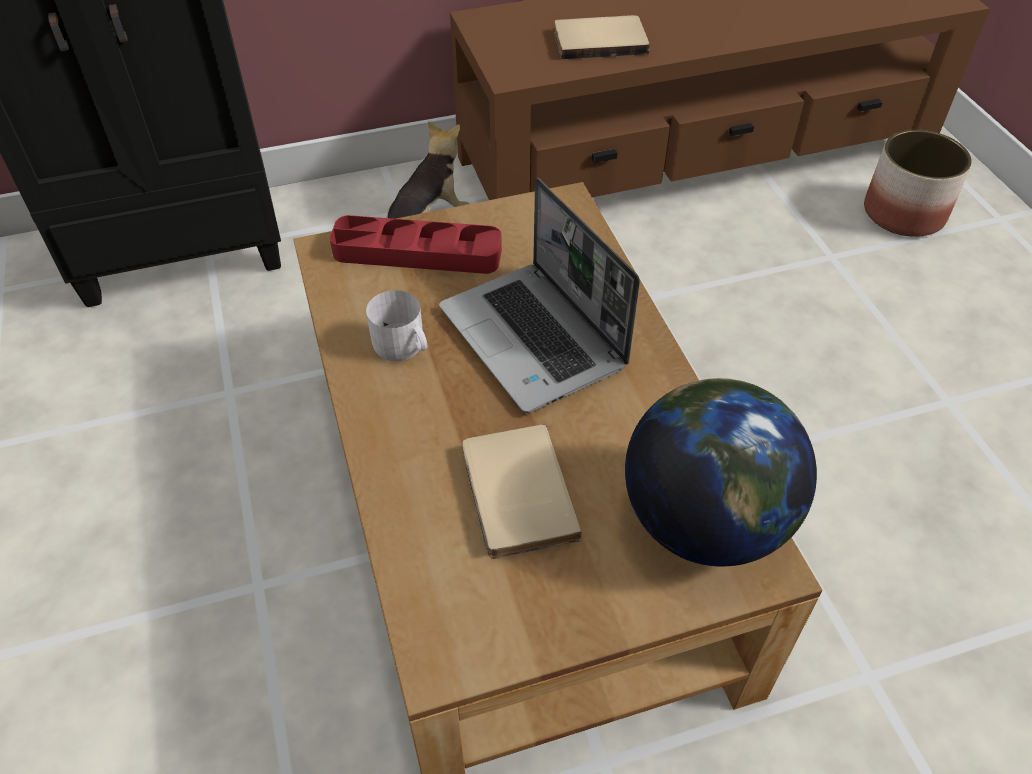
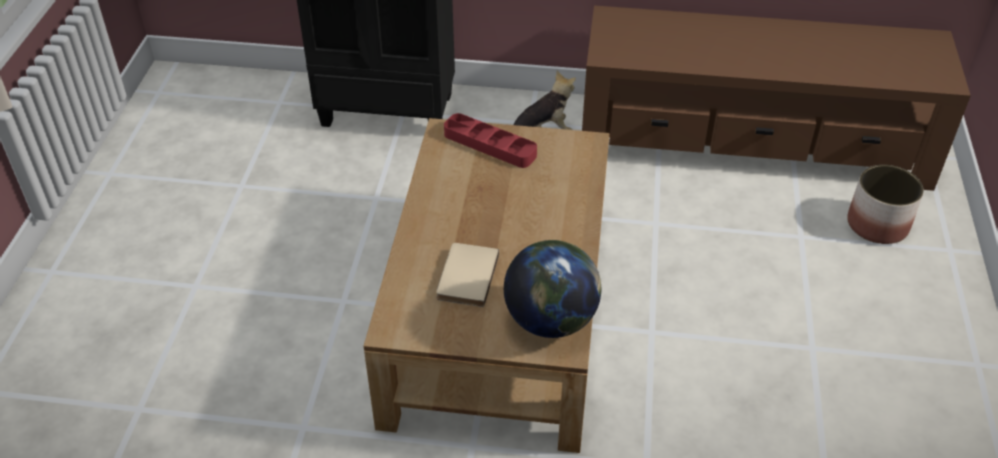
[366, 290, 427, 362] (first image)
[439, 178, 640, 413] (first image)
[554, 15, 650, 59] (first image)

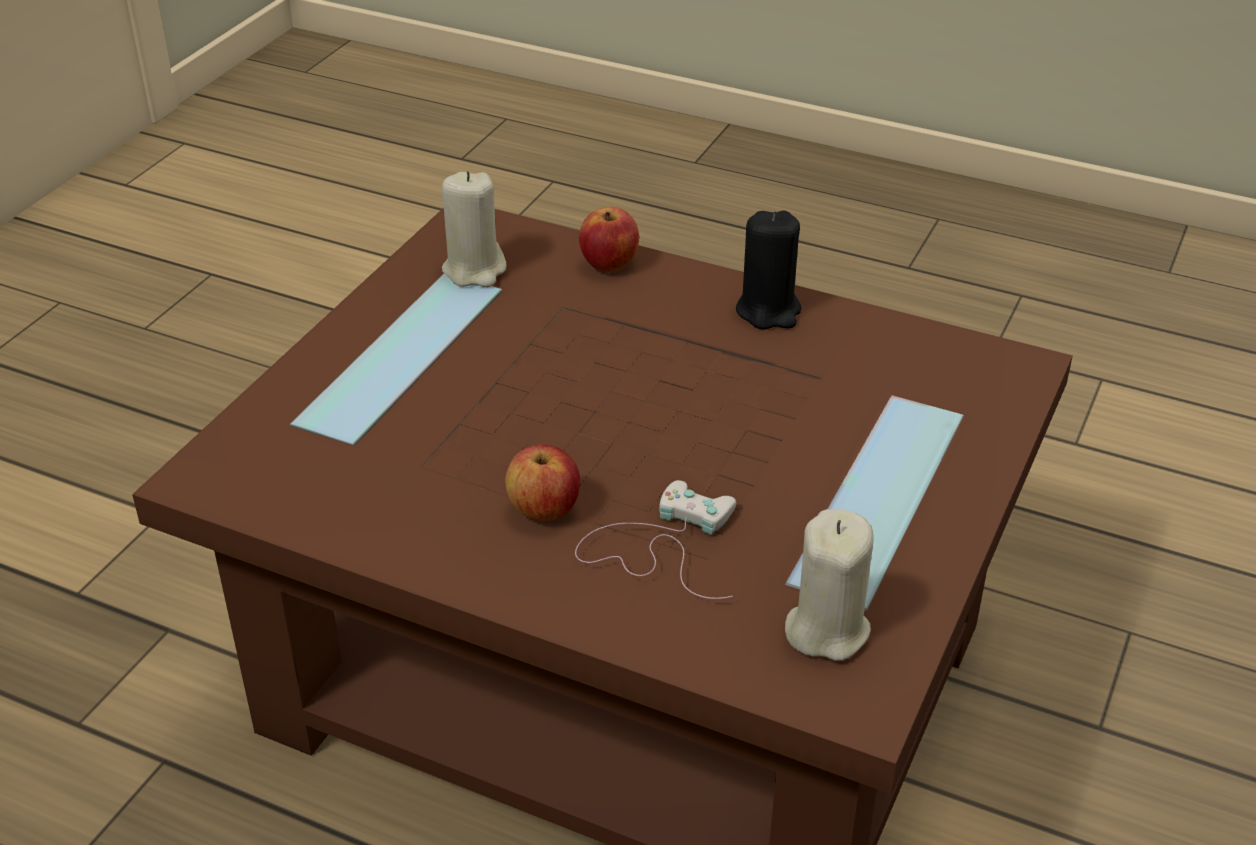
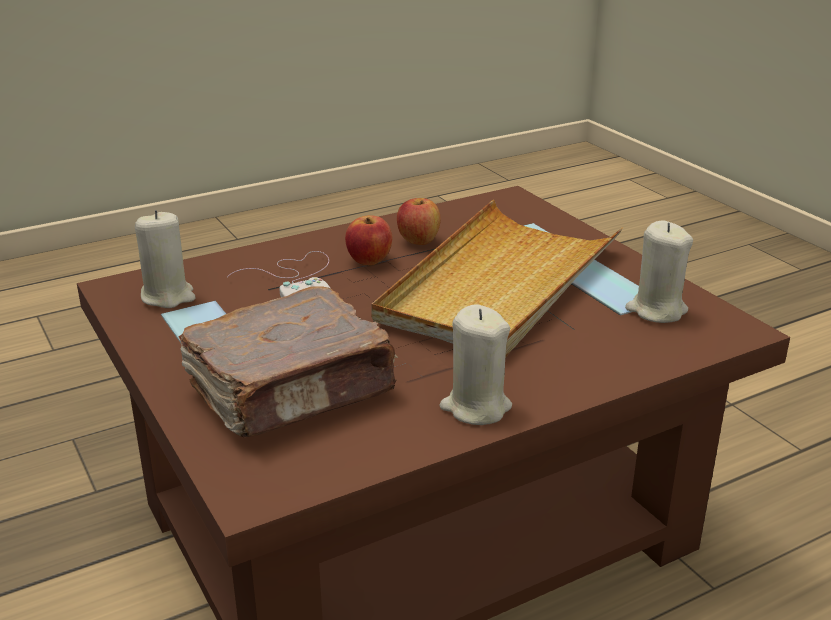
[178, 286, 398, 437]
[371, 200, 623, 357]
[397, 198, 441, 245]
[439, 304, 512, 425]

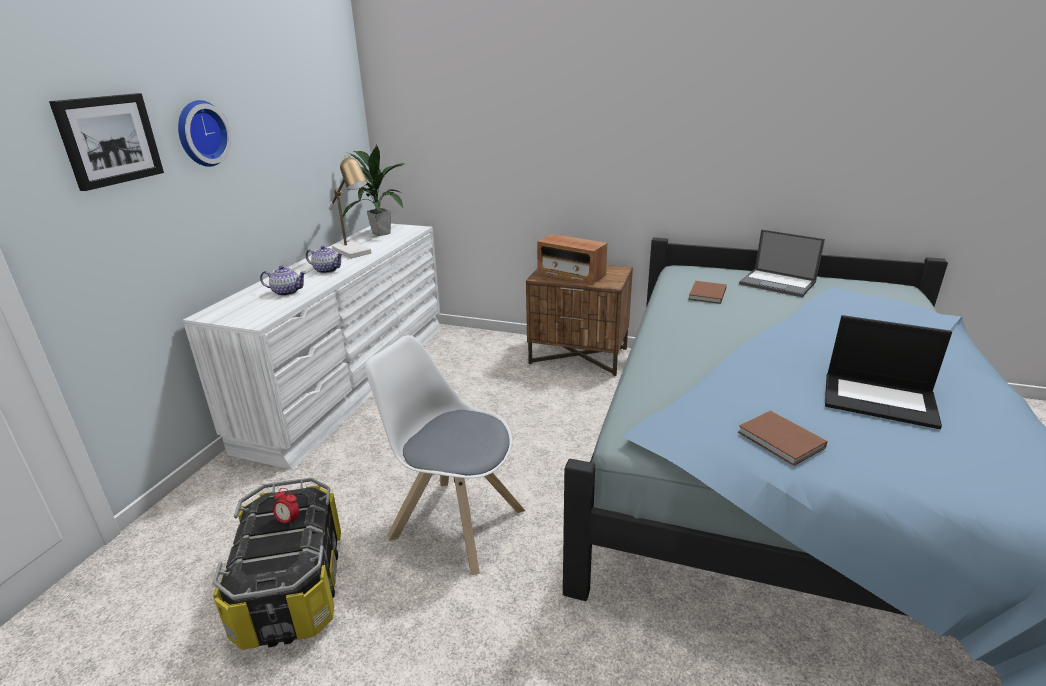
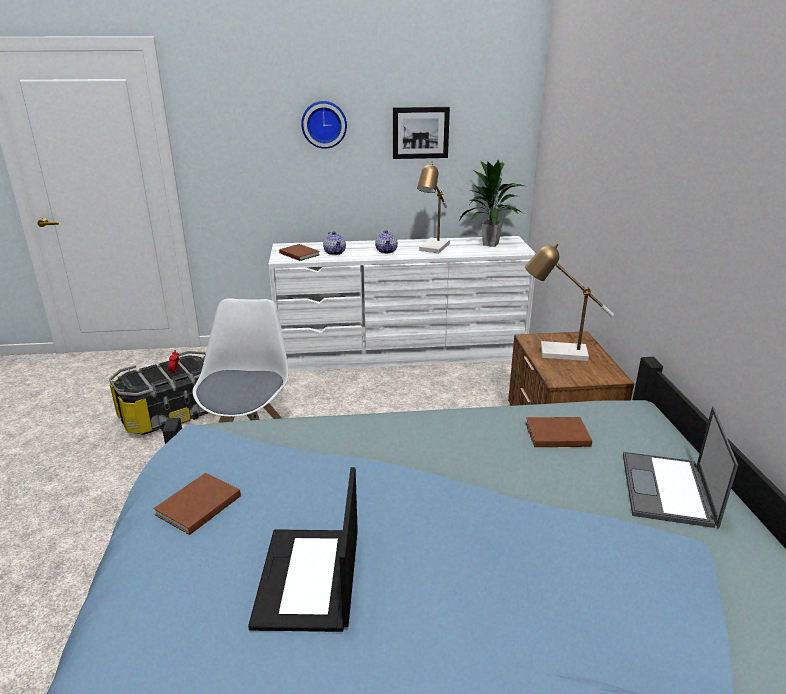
[279, 244, 320, 261]
[393, 107, 450, 159]
[525, 244, 614, 361]

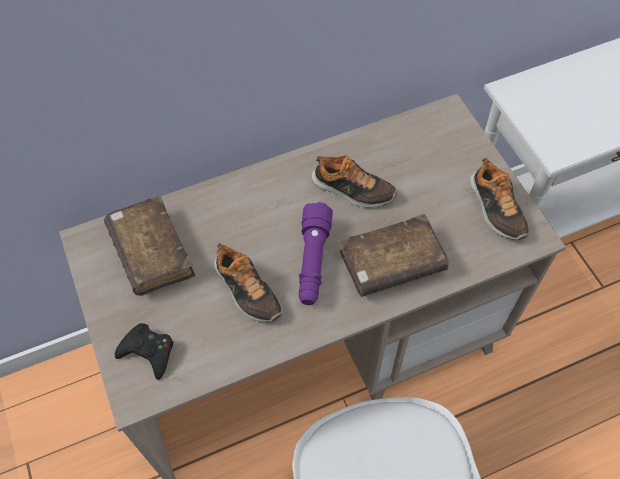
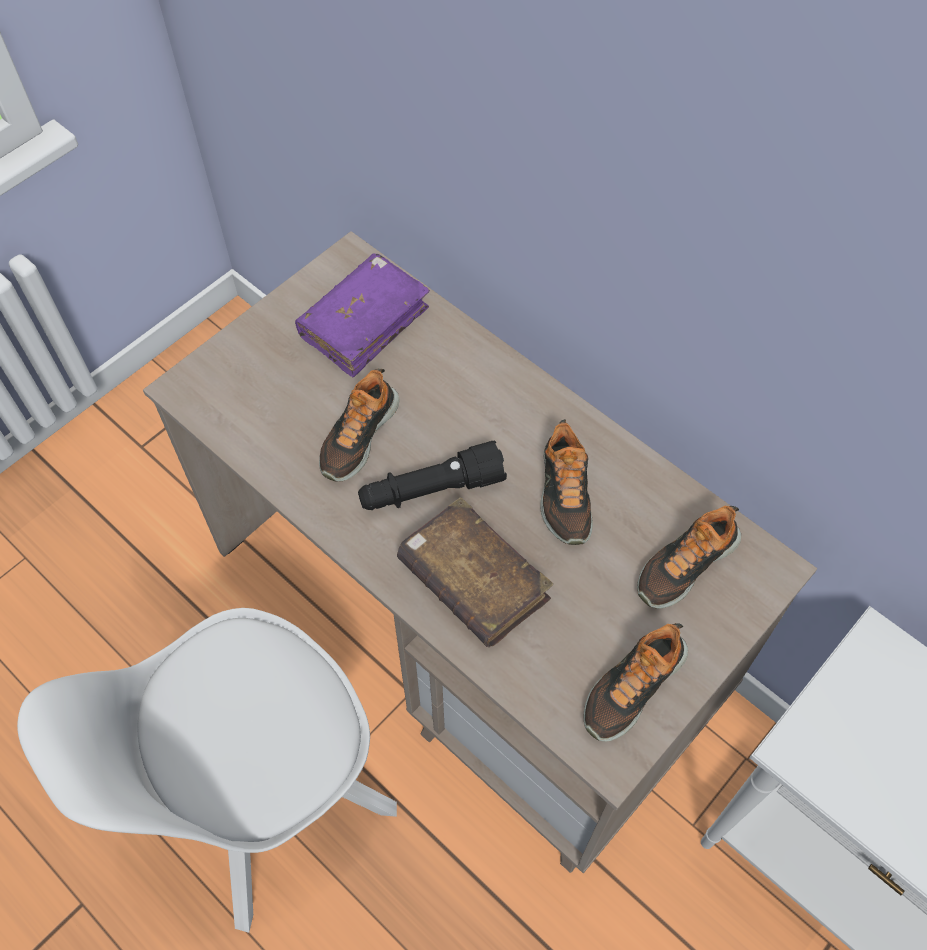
[115, 323, 174, 380] (first image)
[637, 506, 741, 609]
[295, 254, 430, 378]
[358, 441, 507, 510]

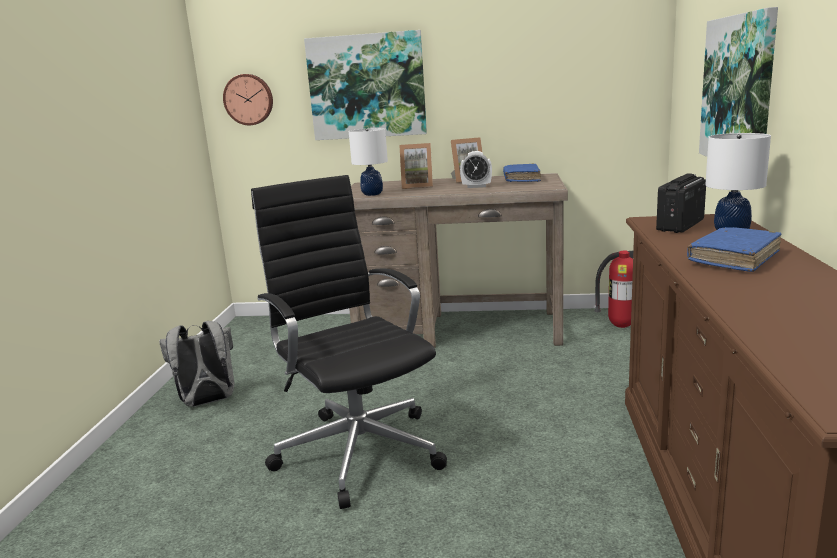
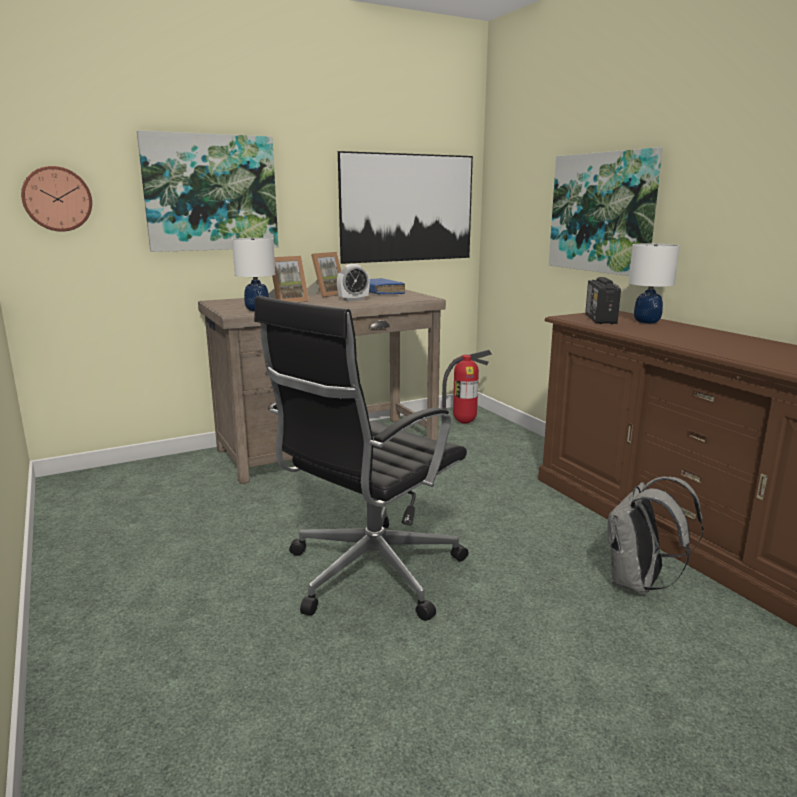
[687, 227, 782, 272] (first image)
[338, 151, 473, 264]
[607, 476, 704, 595]
[254, 296, 468, 621]

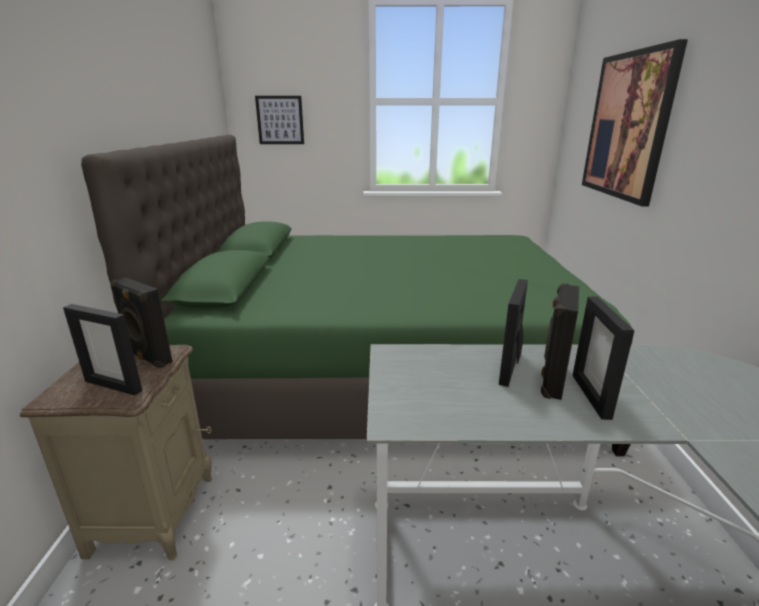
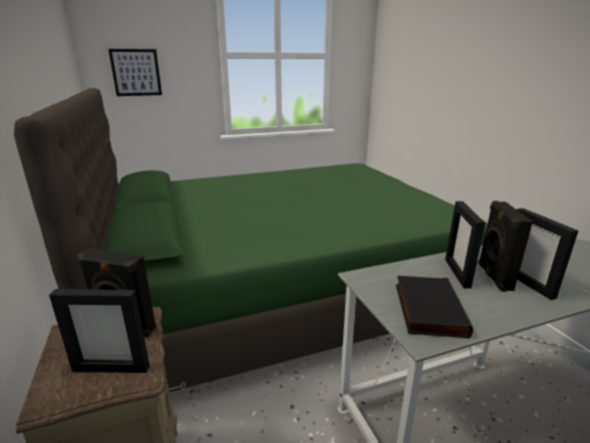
[582, 39, 688, 206] (first image)
[396, 276, 473, 338]

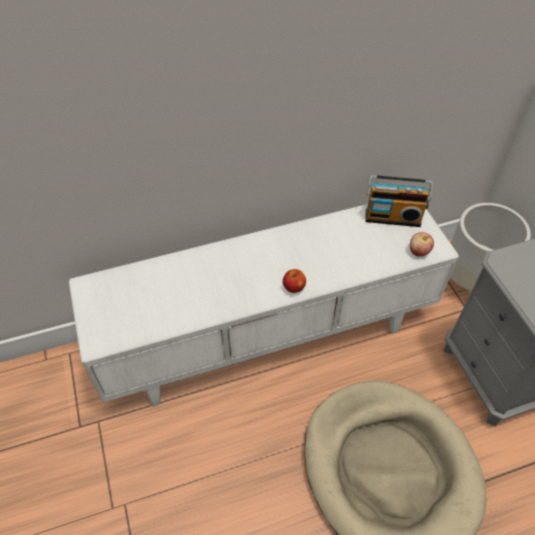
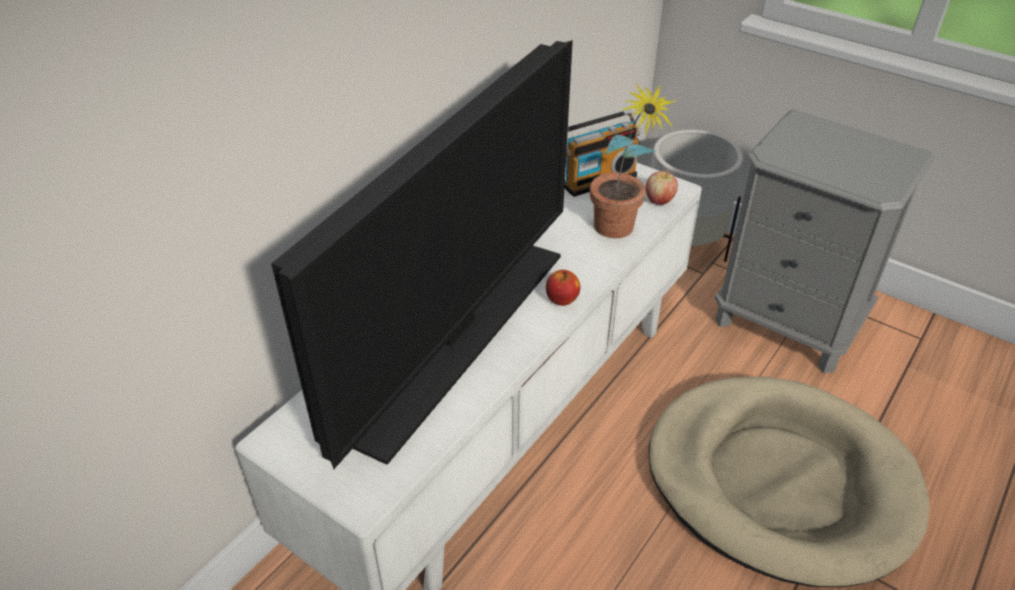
[271, 40, 573, 469]
[590, 82, 676, 238]

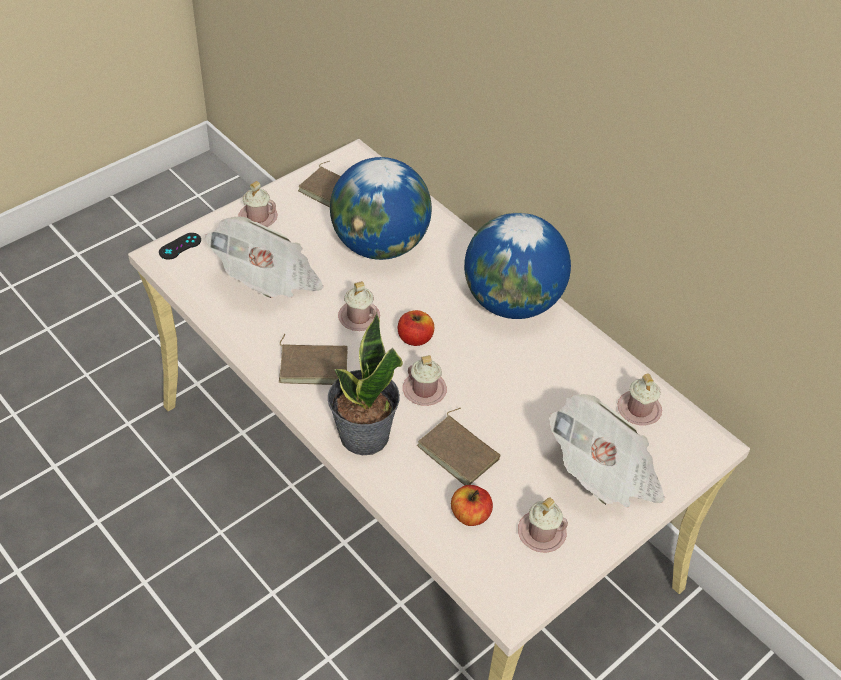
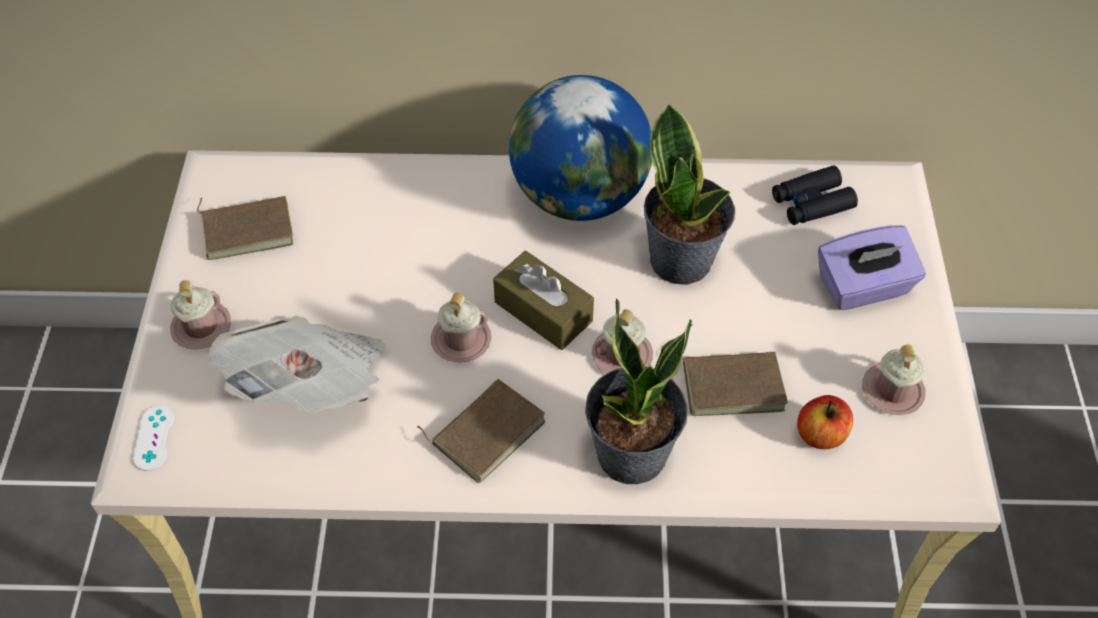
[330, 157, 432, 260] (first image)
[644, 103, 735, 285]
[493, 251, 594, 350]
[818, 225, 926, 310]
[772, 166, 858, 225]
[133, 405, 174, 471]

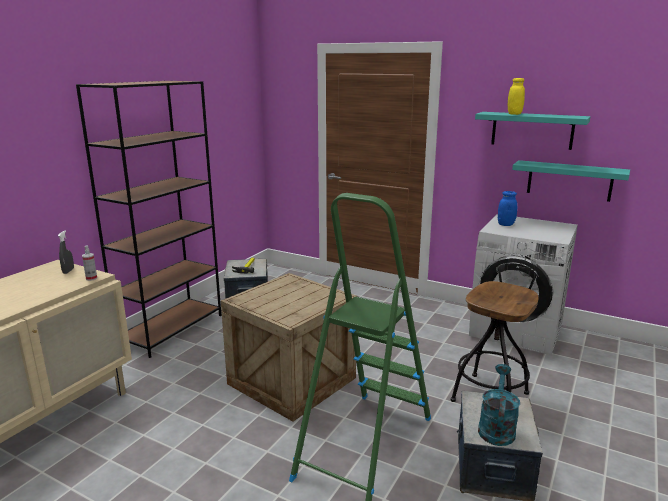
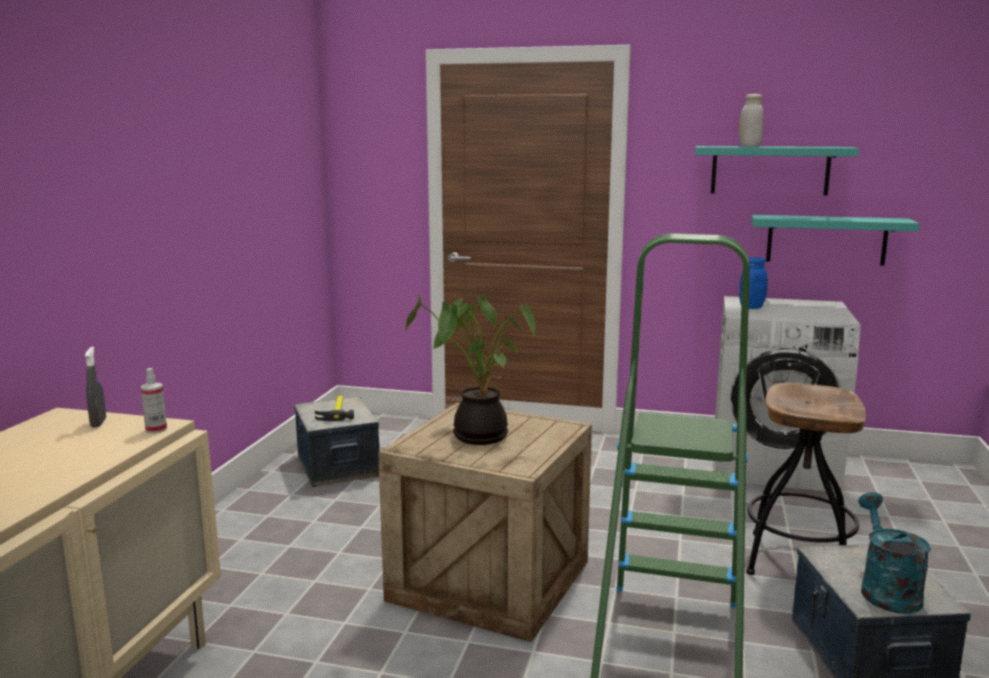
[76, 81, 222, 358] (first image)
[406, 294, 536, 445]
[739, 94, 764, 147]

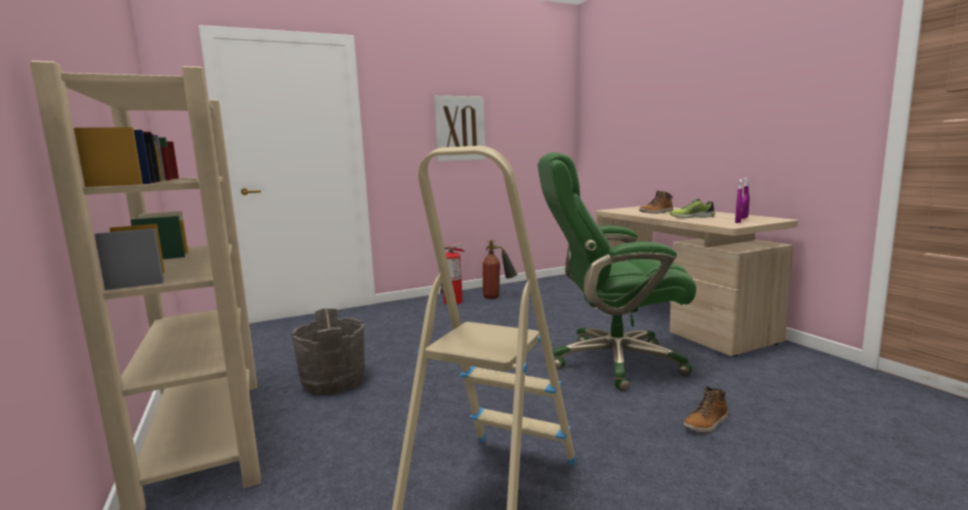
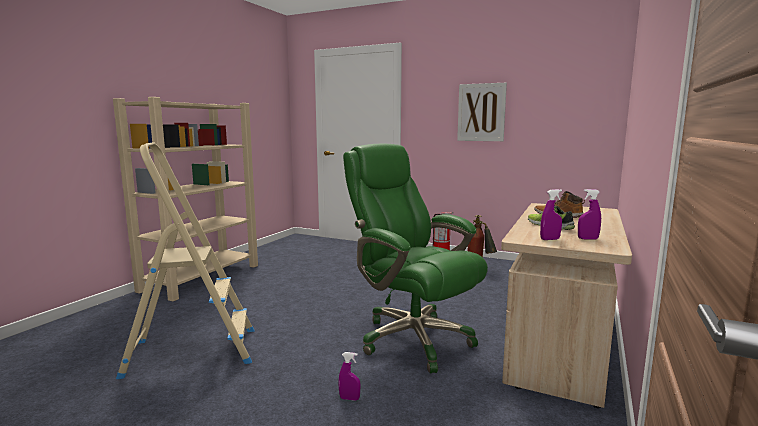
[291, 309, 365, 395] (first image)
[338, 352, 360, 401]

